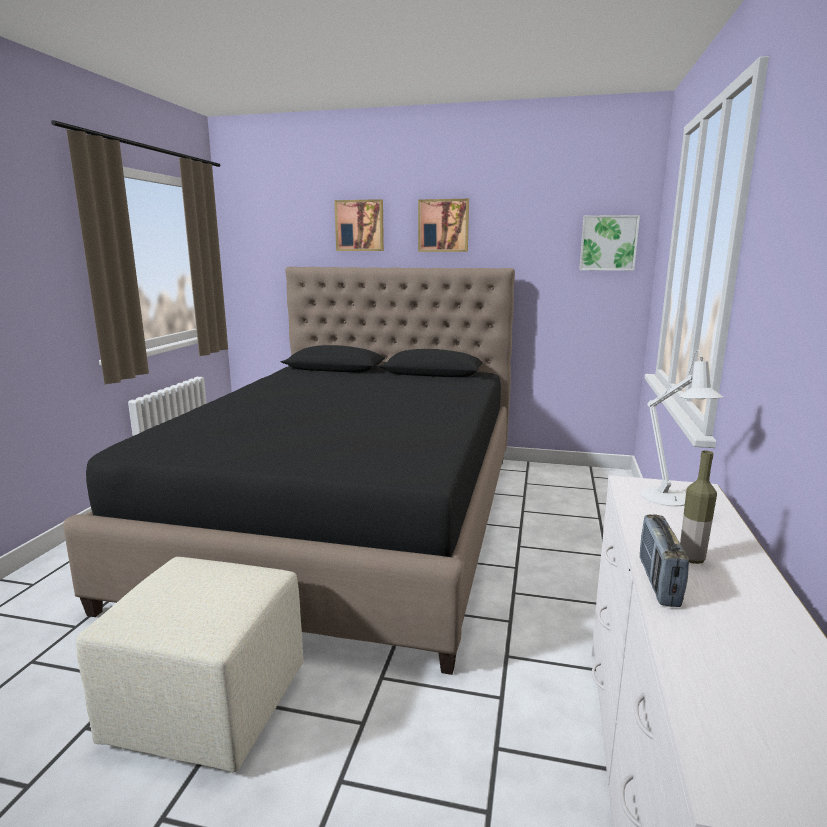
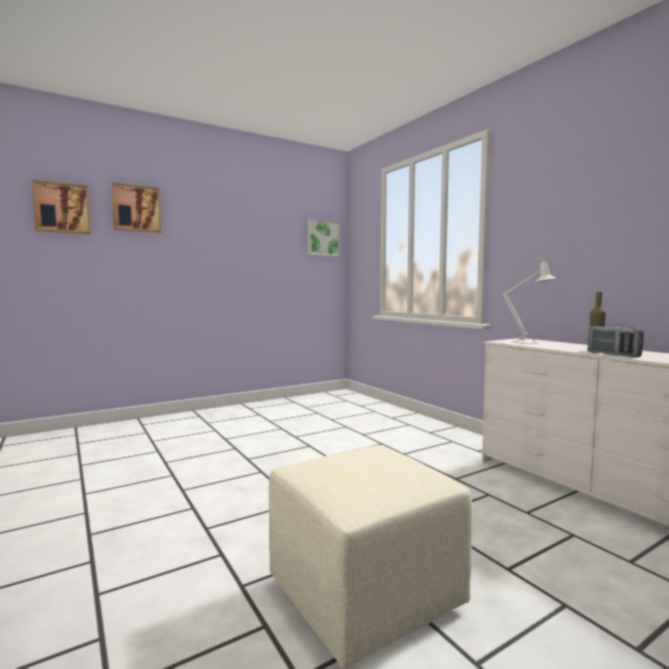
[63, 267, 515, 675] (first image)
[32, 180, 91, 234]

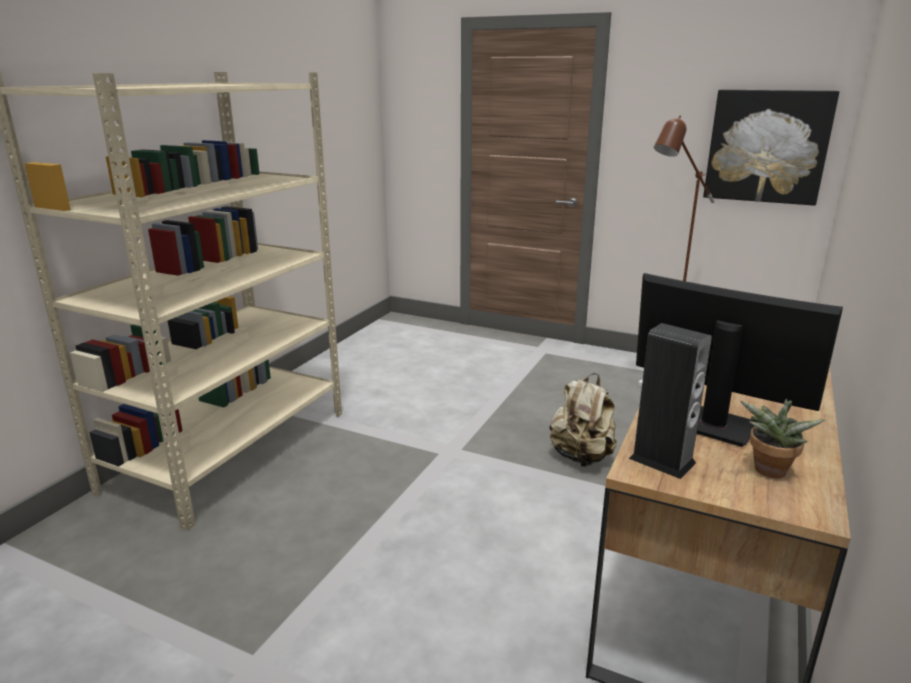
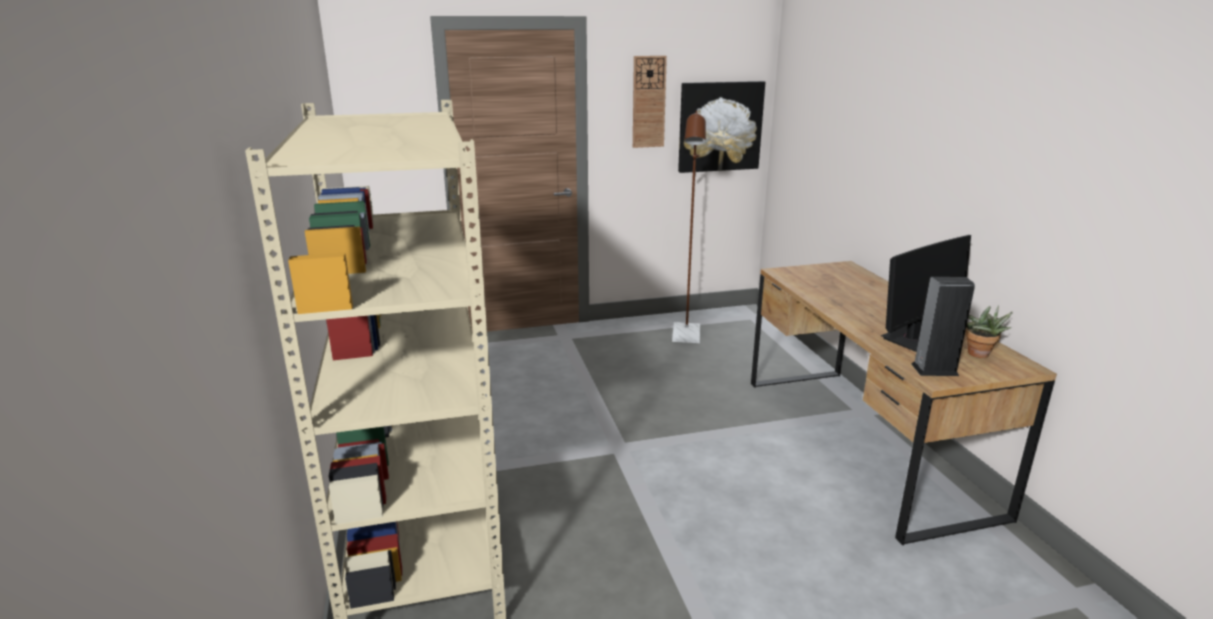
[550, 373, 617, 467] (first image)
[633, 56, 667, 148]
[881, 235, 971, 352]

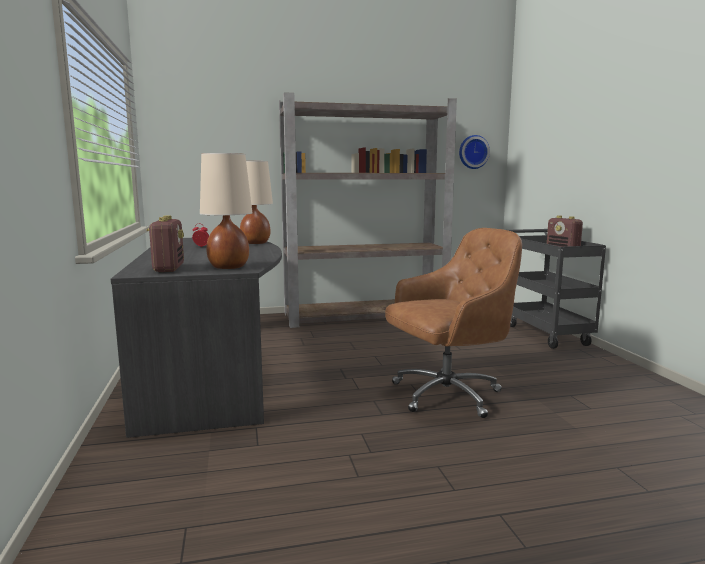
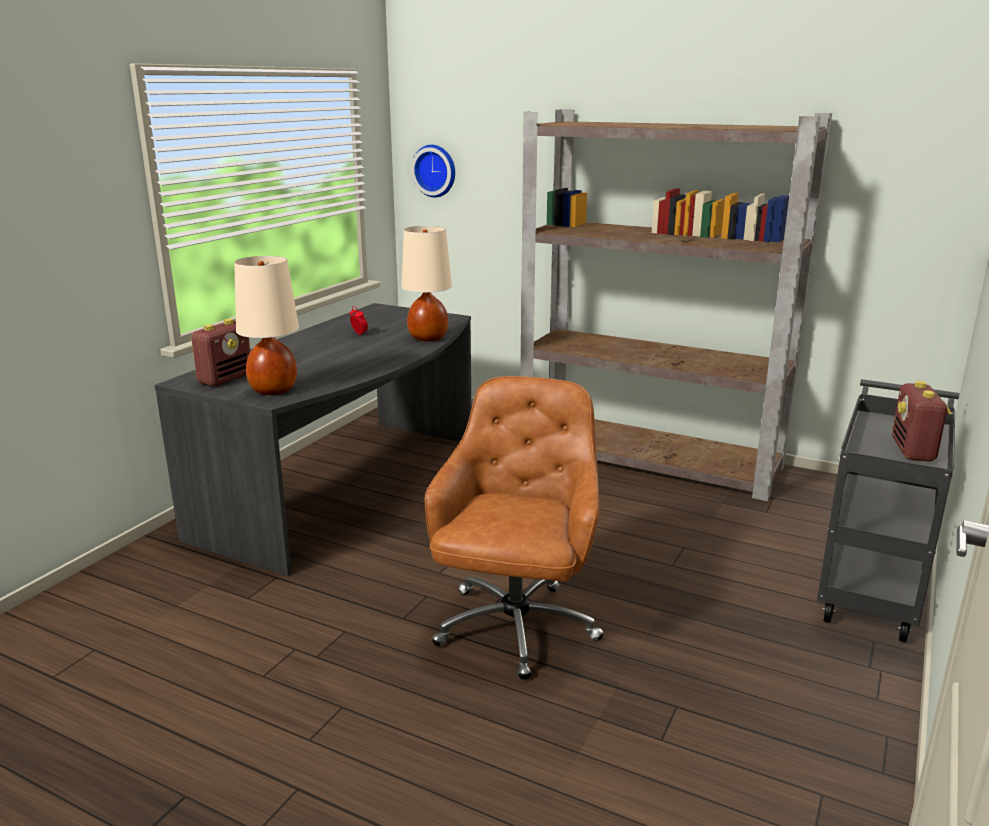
[411, 145, 455, 197]
[425, 376, 603, 680]

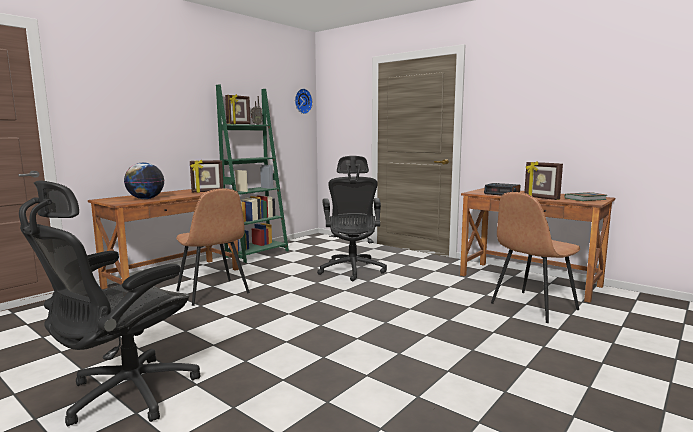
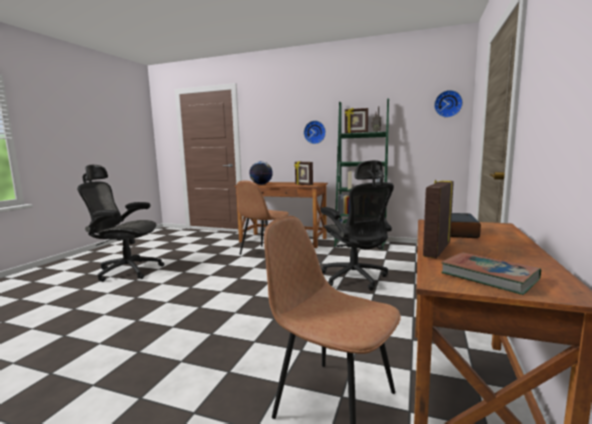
[304, 121, 326, 144]
[321, 160, 394, 291]

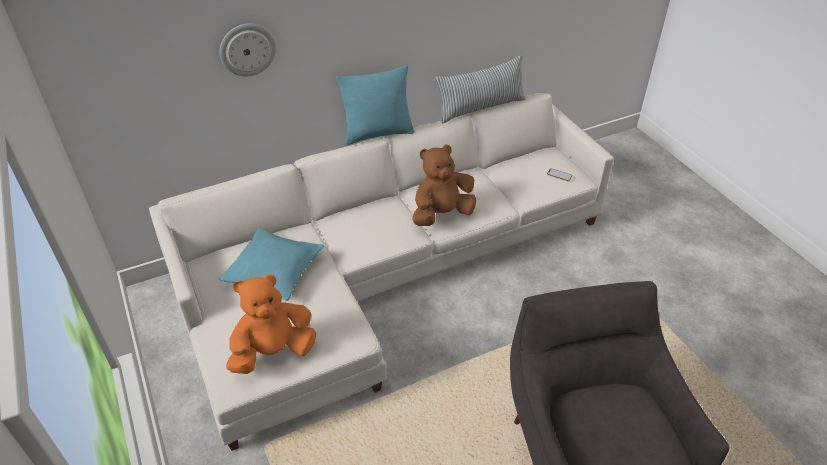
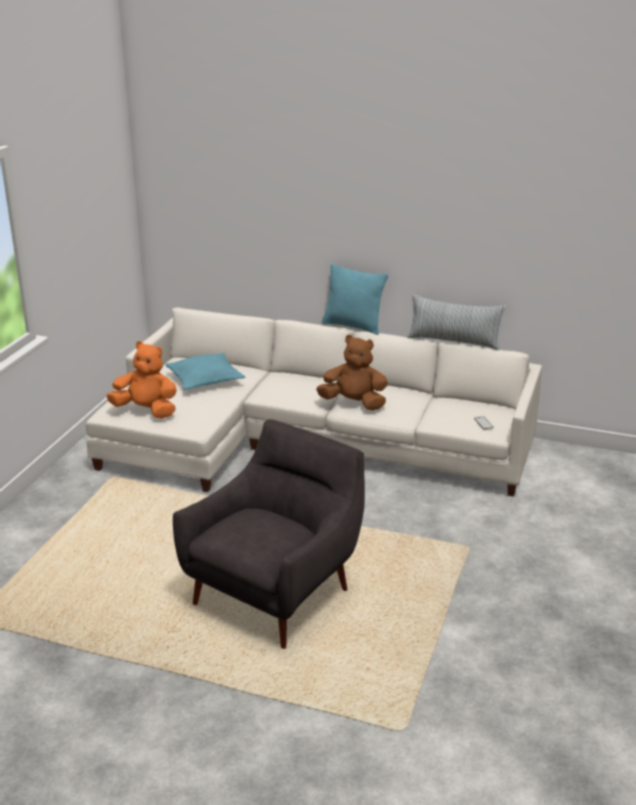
[220, 23, 276, 76] (first image)

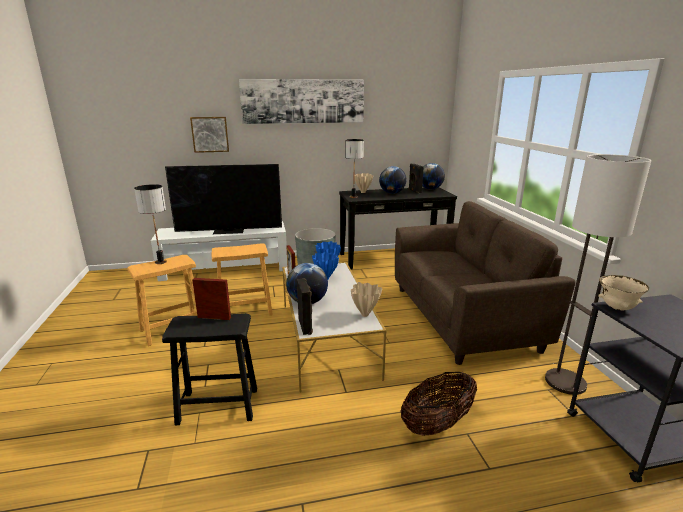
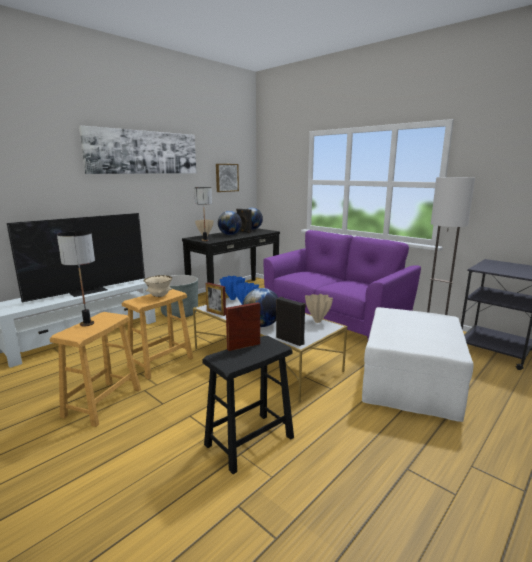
[216, 164, 239, 192]
[143, 275, 172, 297]
[362, 307, 473, 422]
[263, 230, 421, 339]

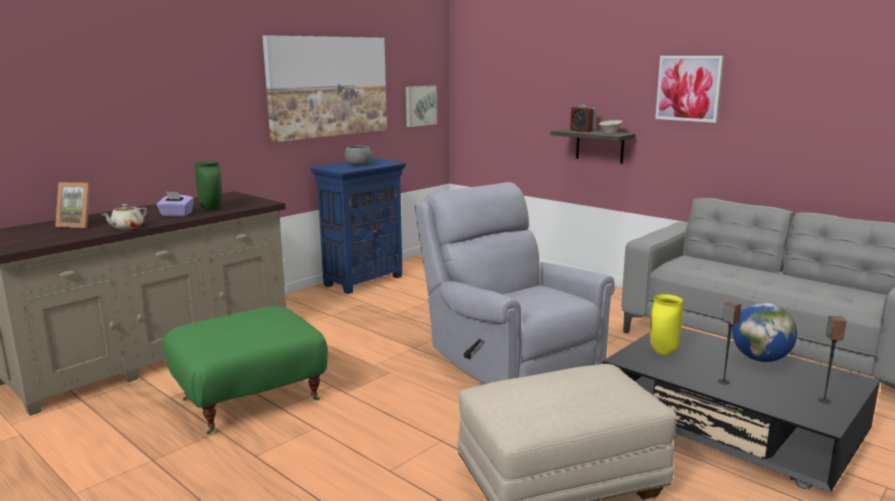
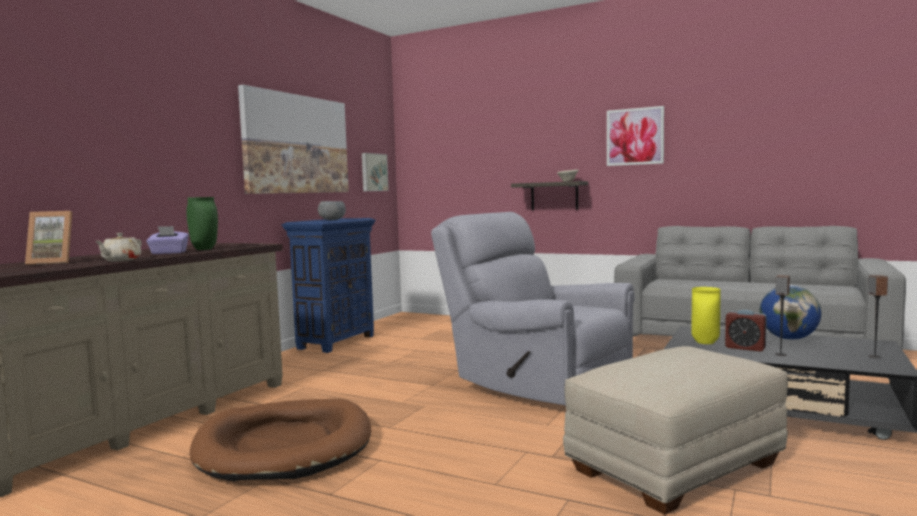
[725, 310, 767, 352]
[190, 399, 371, 481]

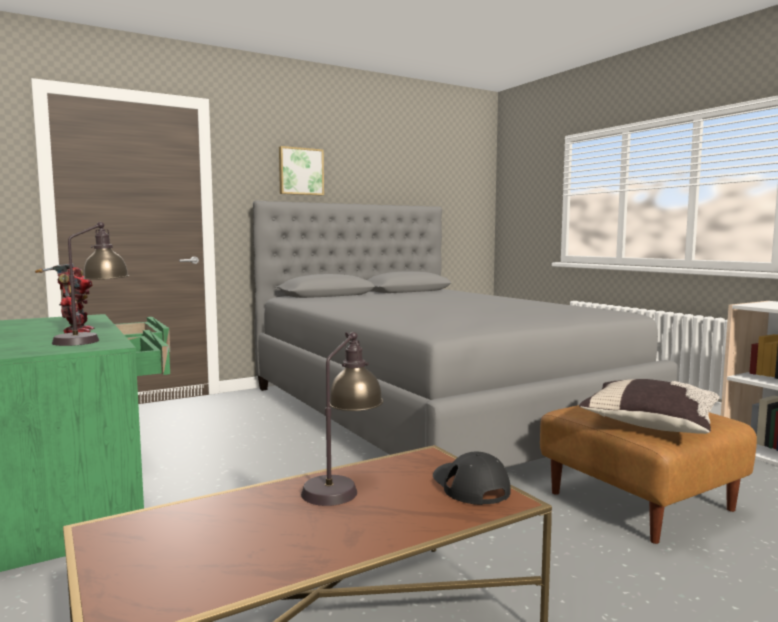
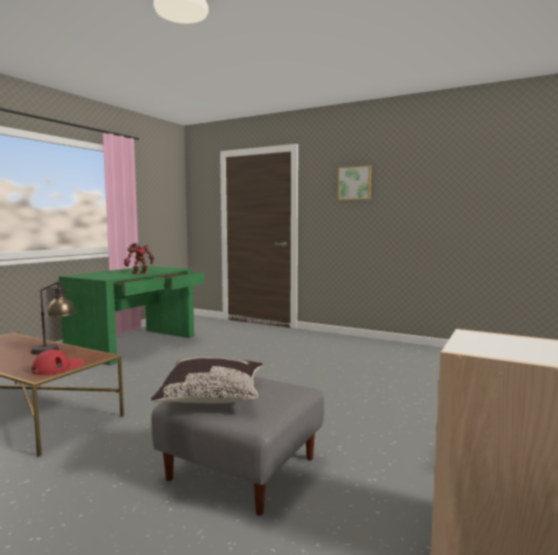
[52, 222, 129, 346] (first image)
[253, 201, 678, 467] (first image)
[32, 350, 84, 375]
[151, 376, 324, 516]

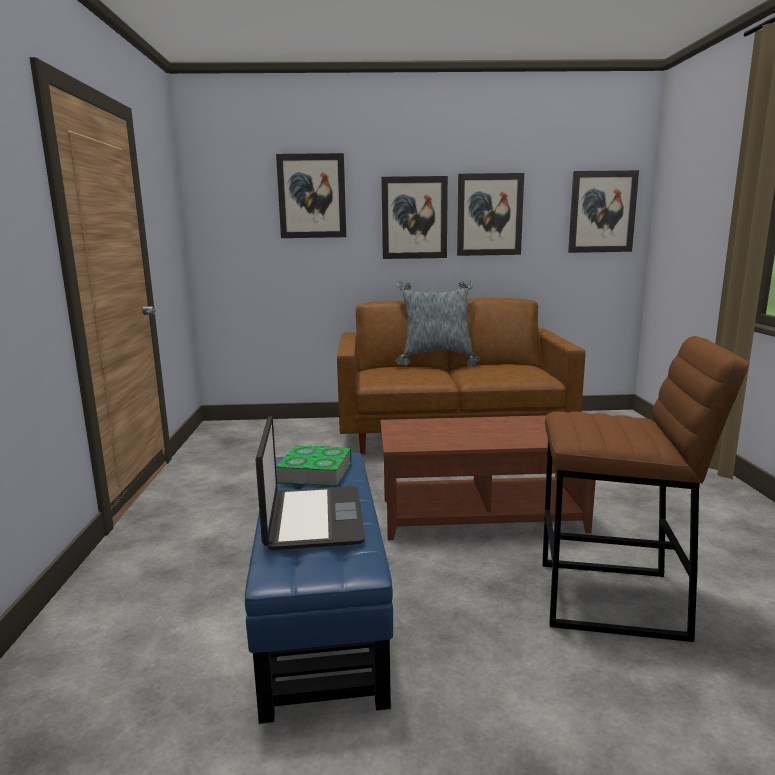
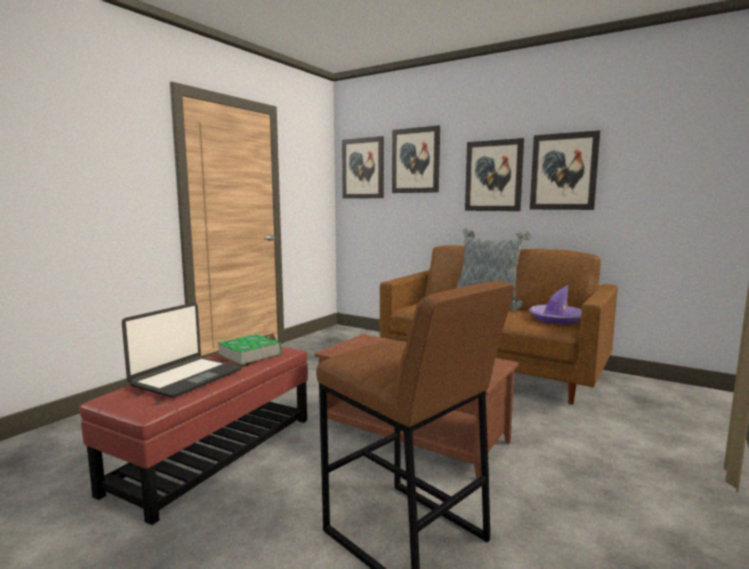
[529, 285, 582, 324]
[342, 136, 384, 199]
[80, 346, 308, 525]

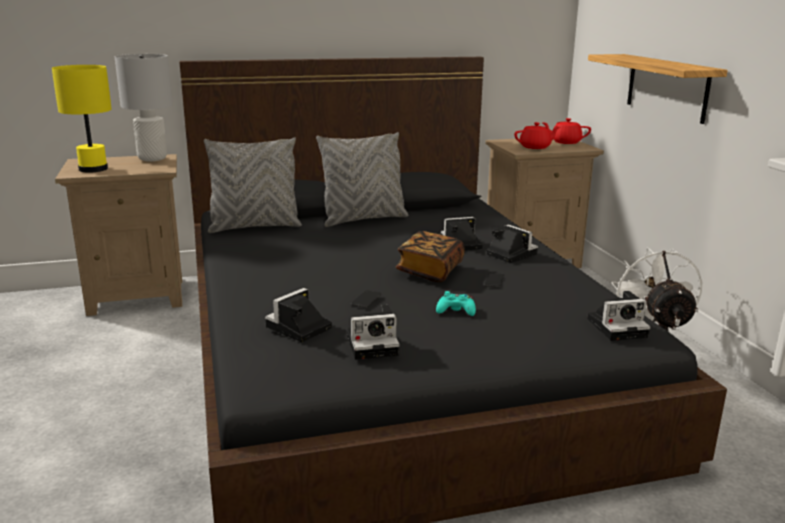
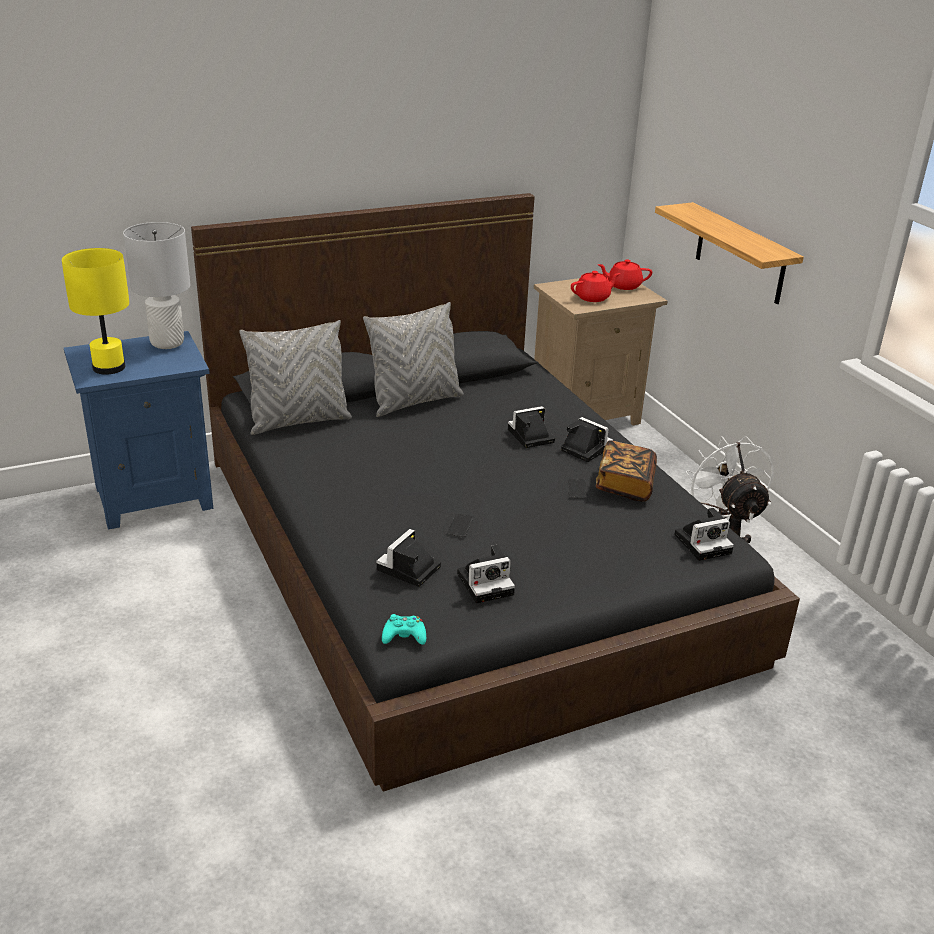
[596, 441, 657, 502]
[382, 614, 426, 645]
[64, 331, 213, 530]

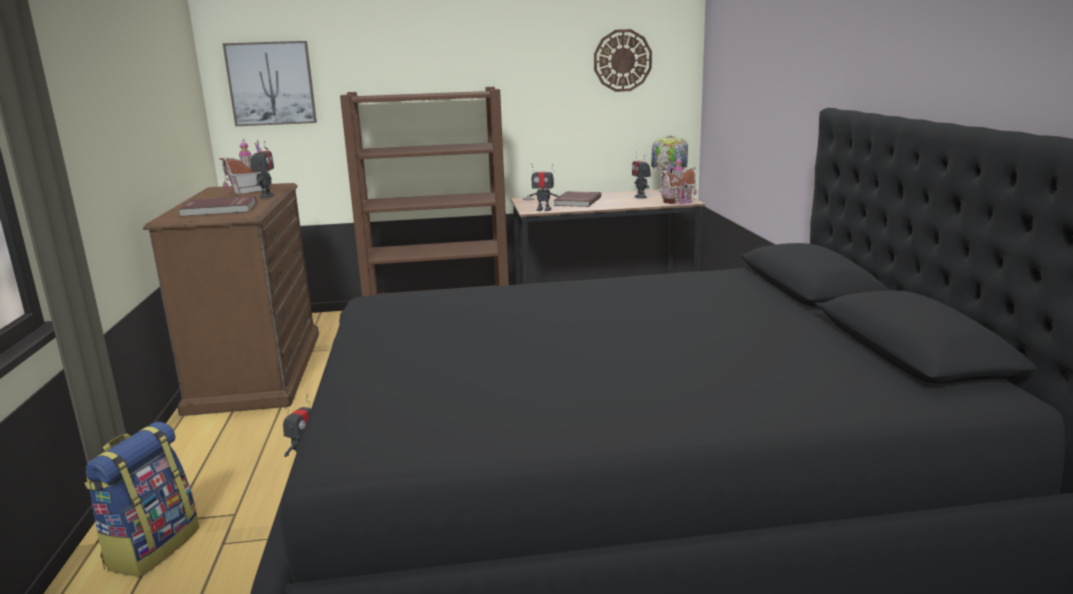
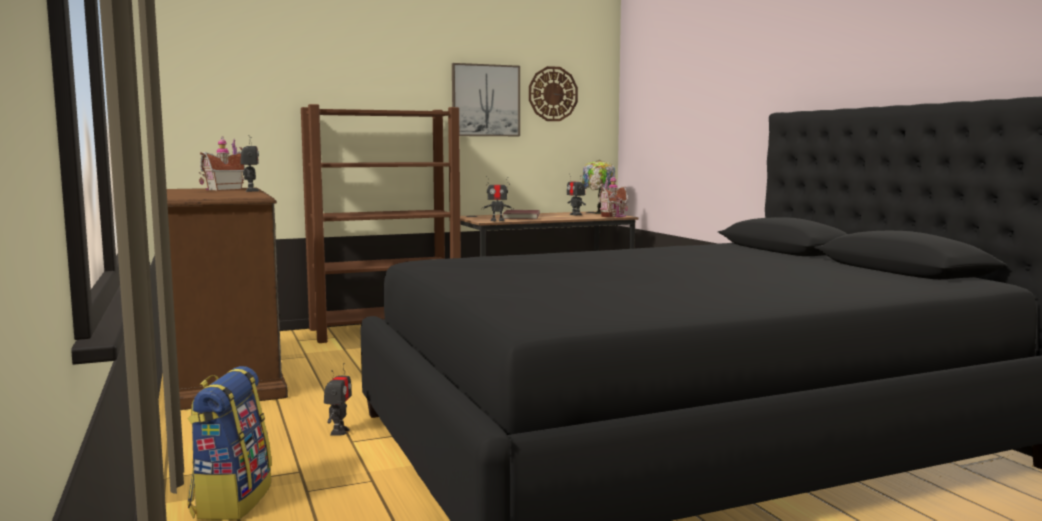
[179, 196, 257, 217] (first image)
[452, 63, 520, 136]

